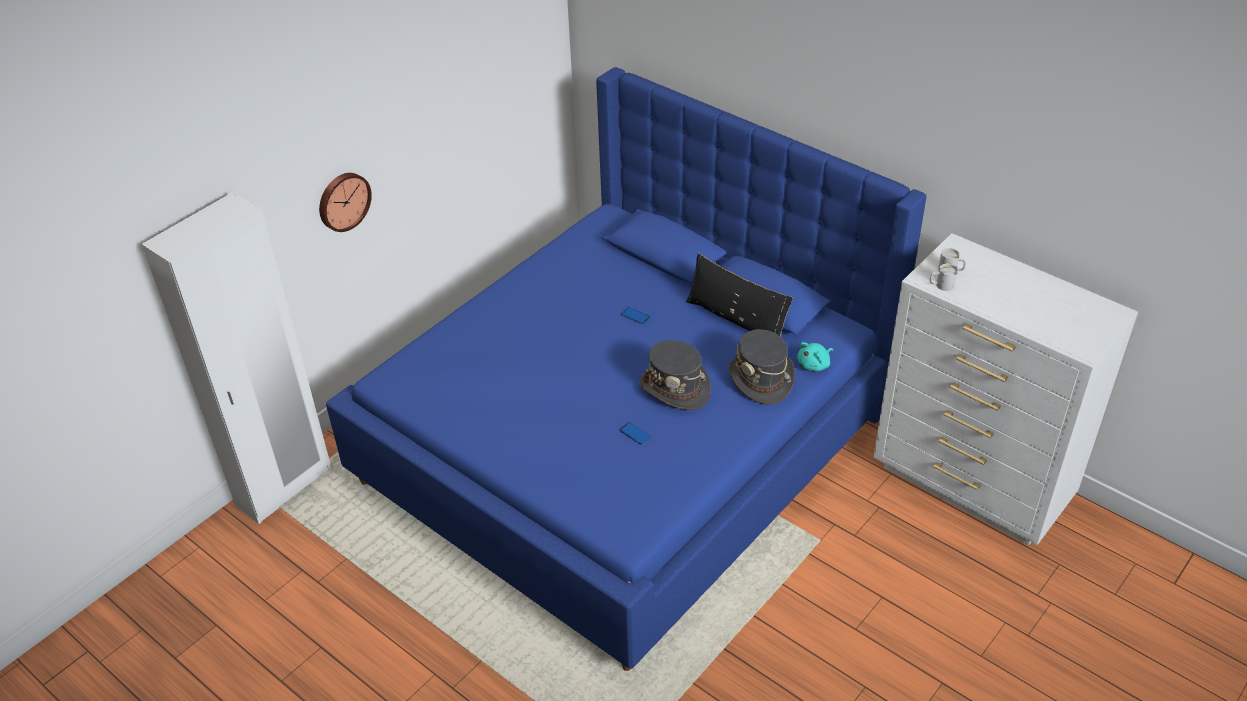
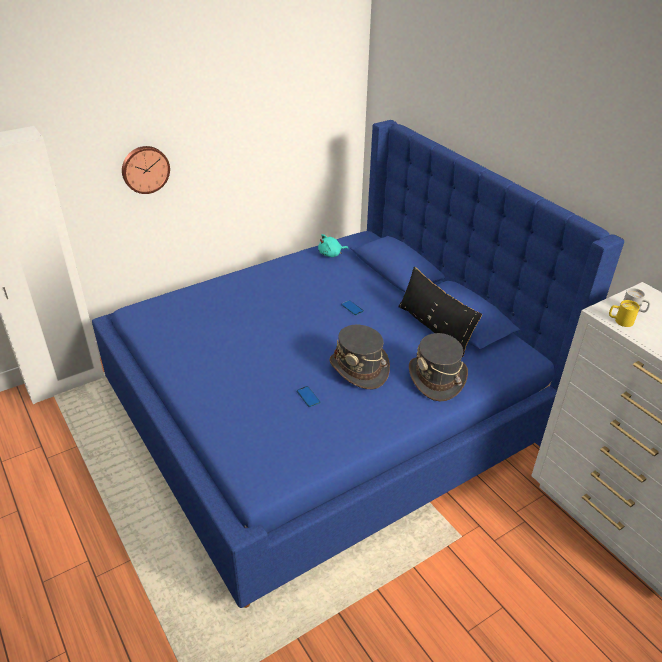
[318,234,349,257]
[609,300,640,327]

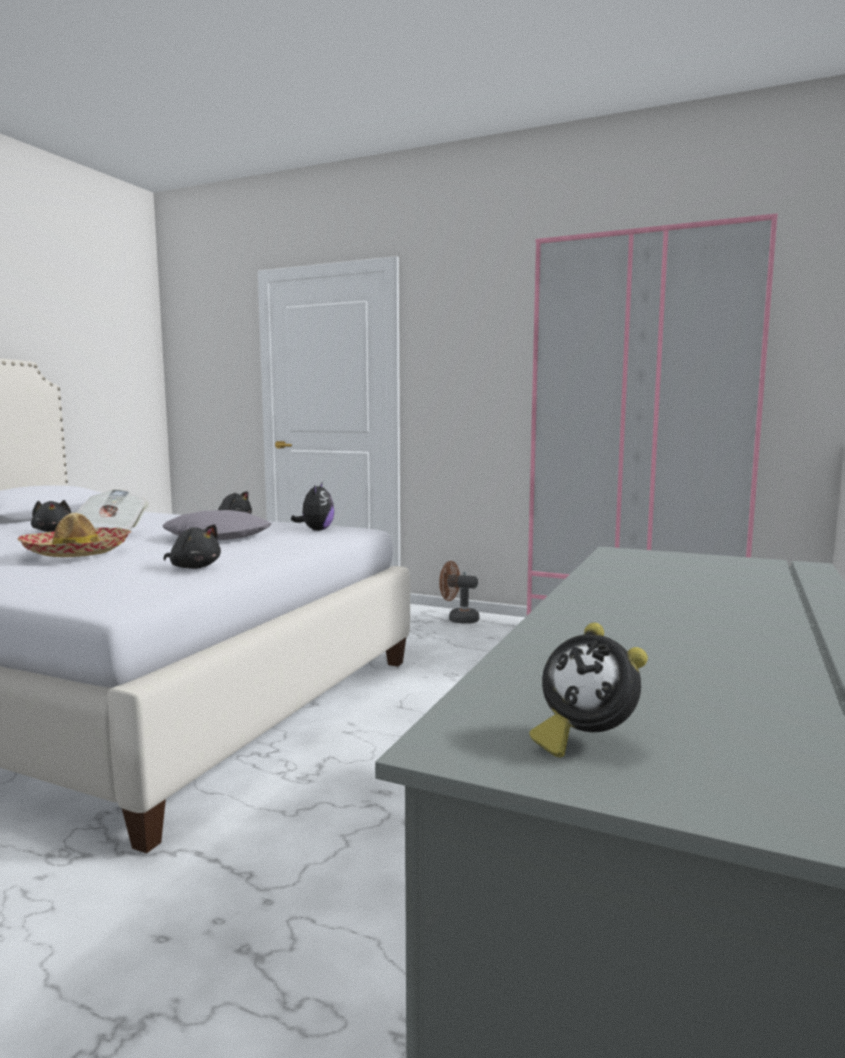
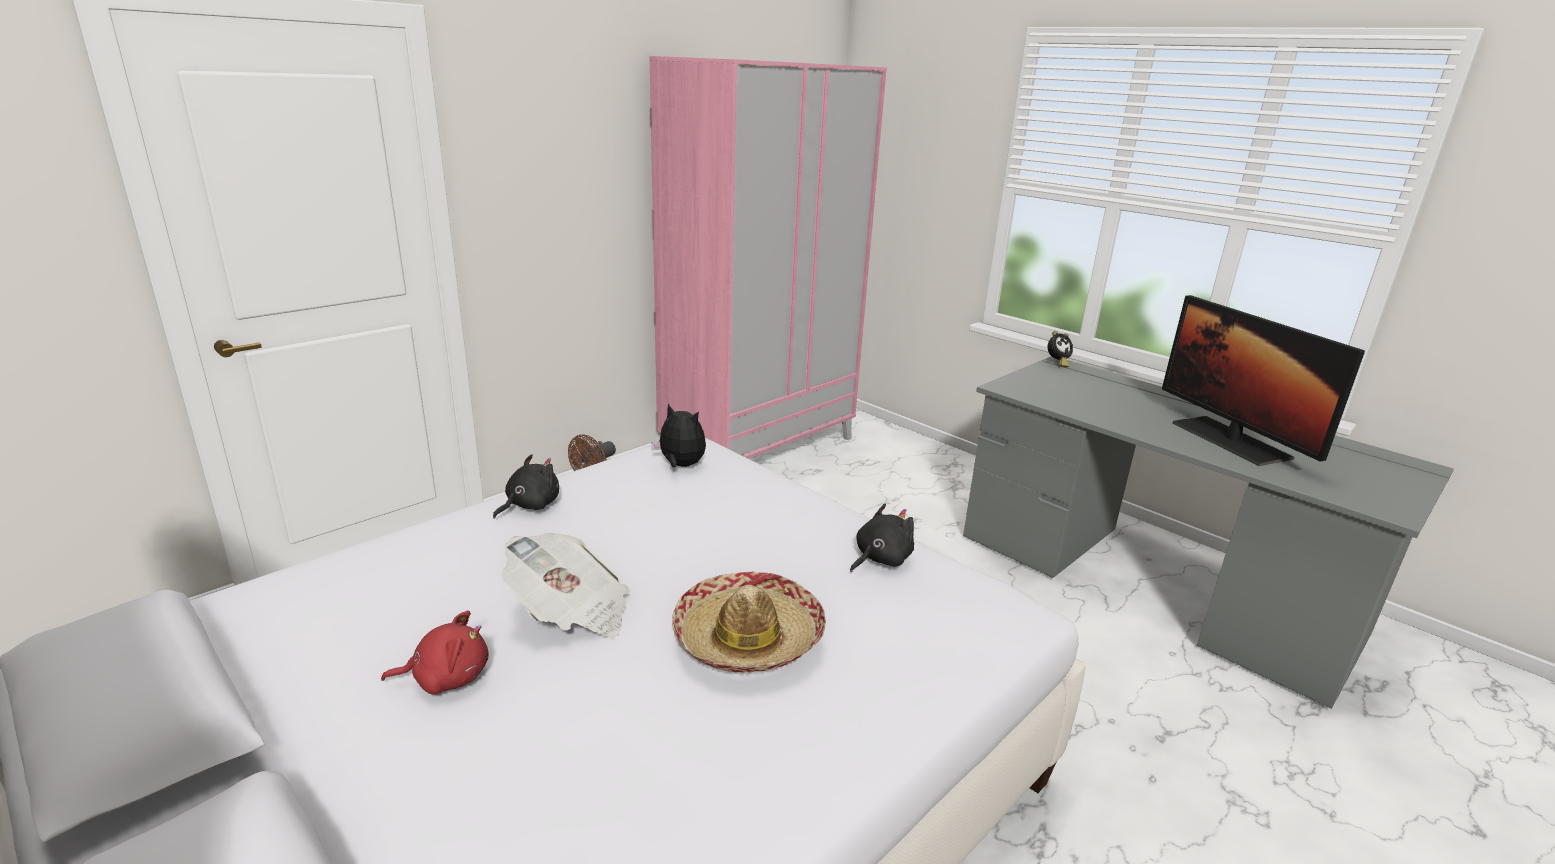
[381,610,488,695]
[1048,331,1073,368]
[1162,295,1365,466]
[163,510,271,540] (first image)

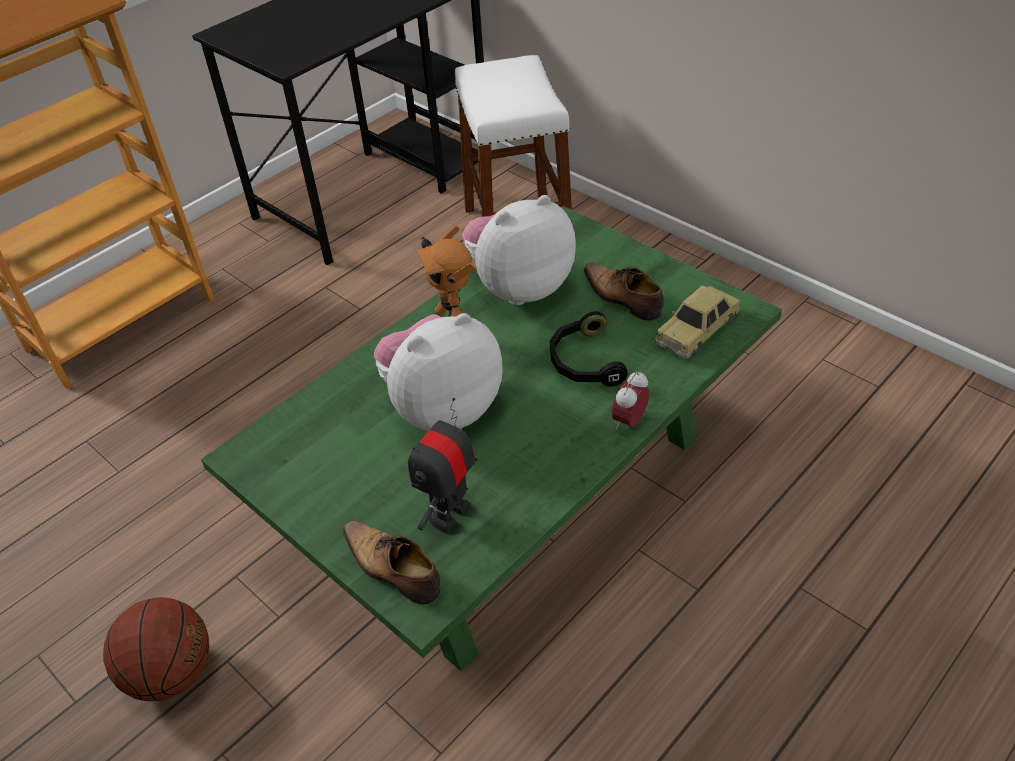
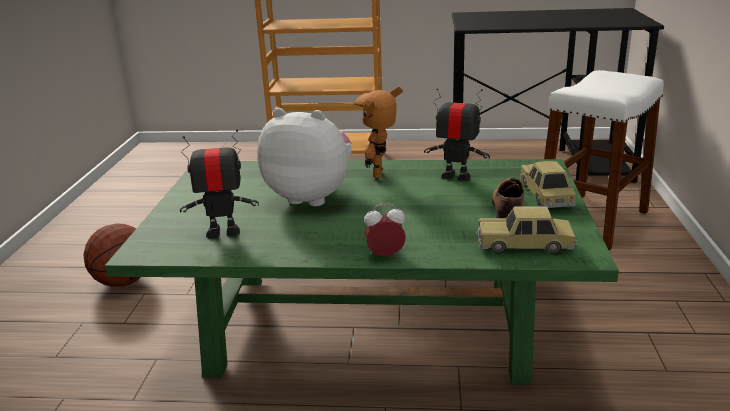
[424,88,490,181]
[520,161,576,208]
[343,520,440,605] (first image)
[550,311,628,387] (first image)

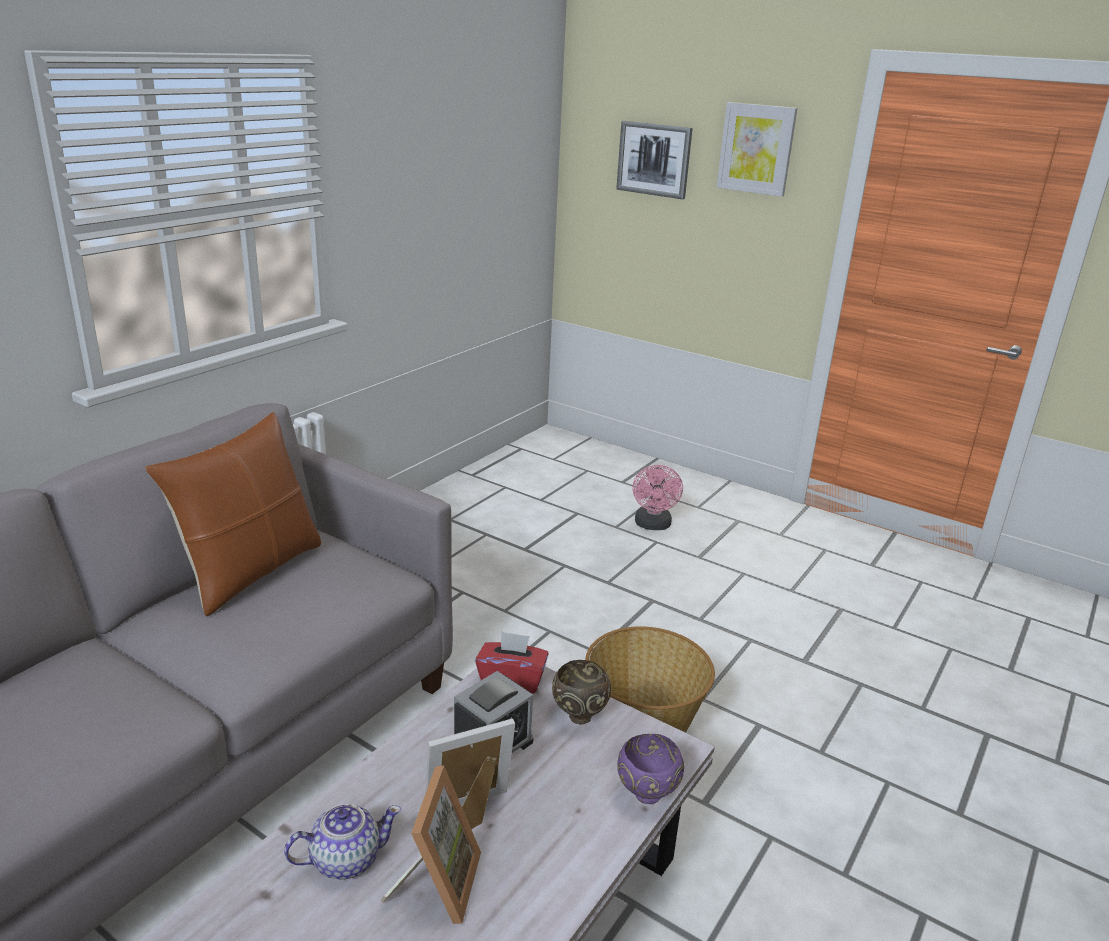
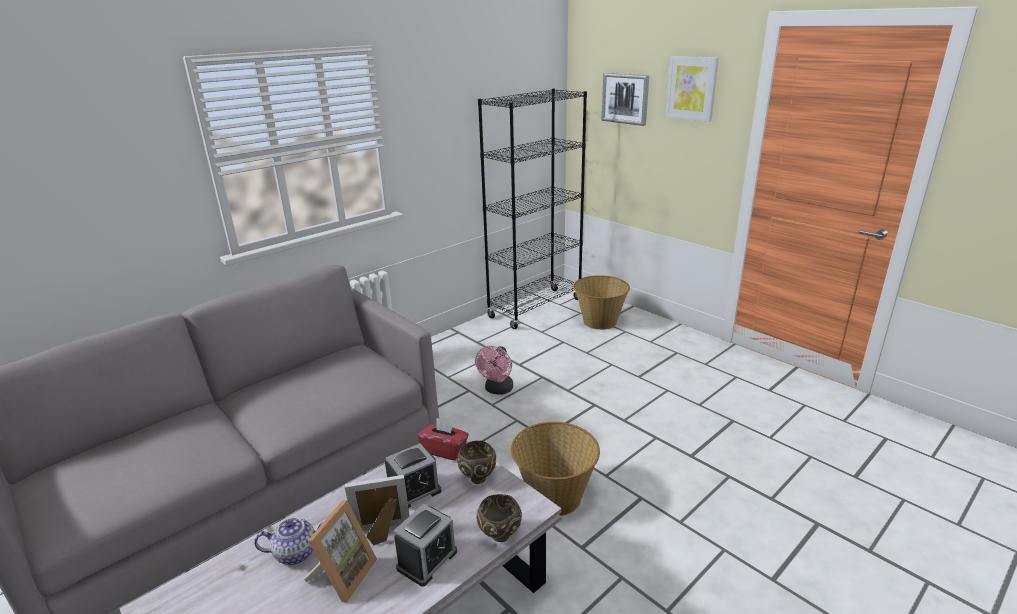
[393,504,457,586]
[475,346,513,395]
[476,494,522,542]
[478,88,587,329]
[573,275,630,330]
[145,412,321,616] (first image)

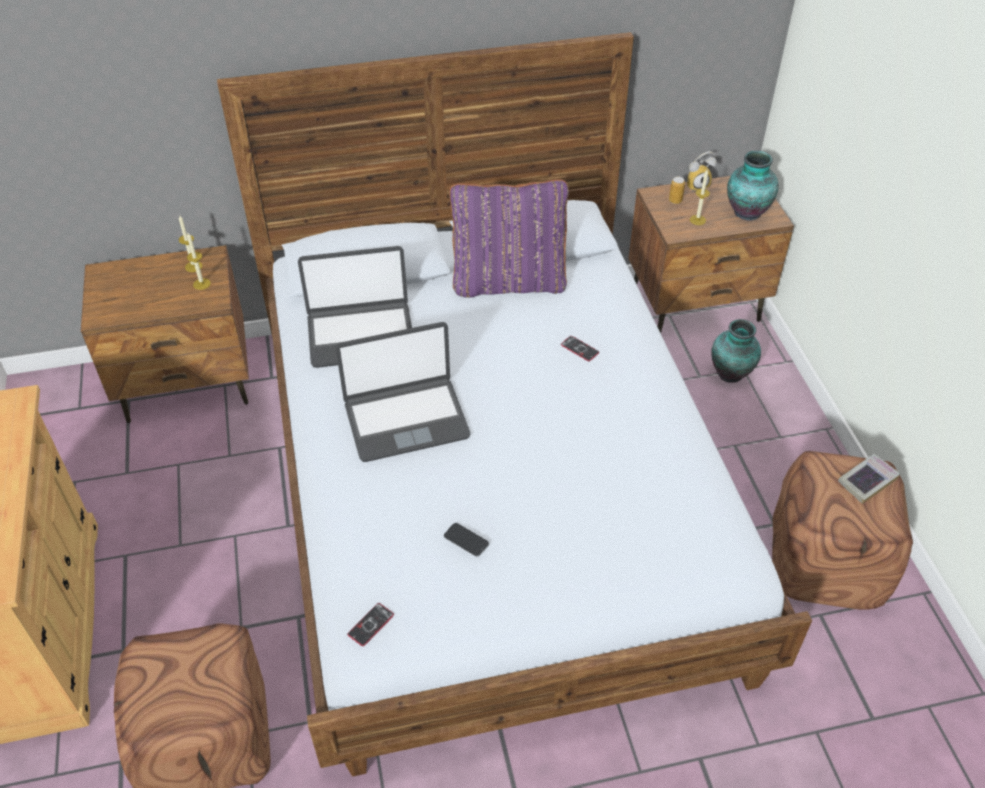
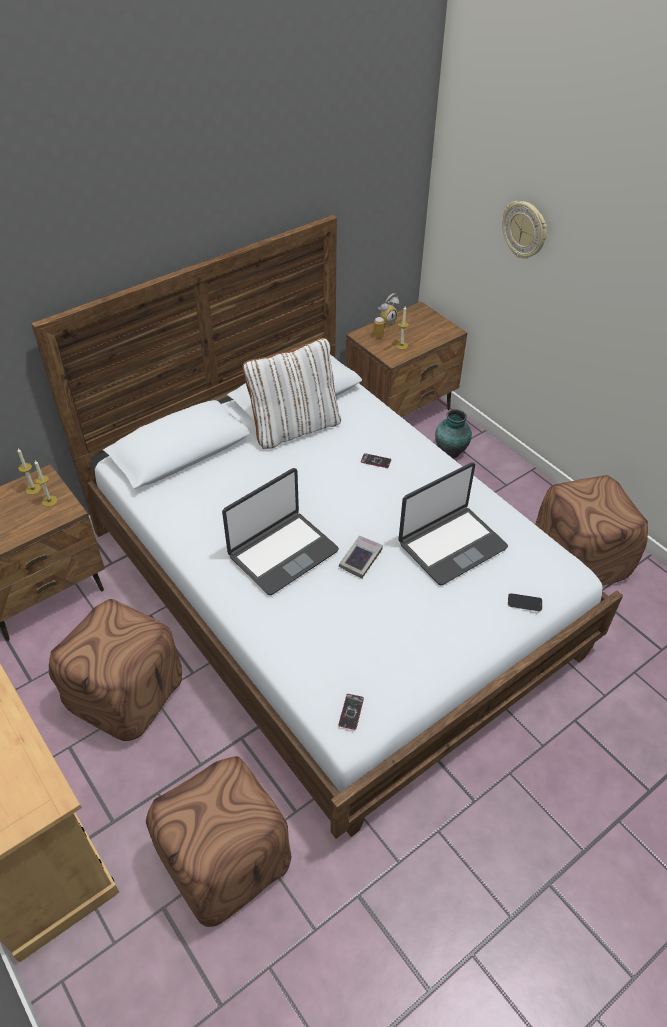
[49,599,182,741]
[243,338,341,449]
[339,536,383,578]
[398,462,508,585]
[502,201,547,259]
[508,593,542,611]
[727,151,779,221] (first image)

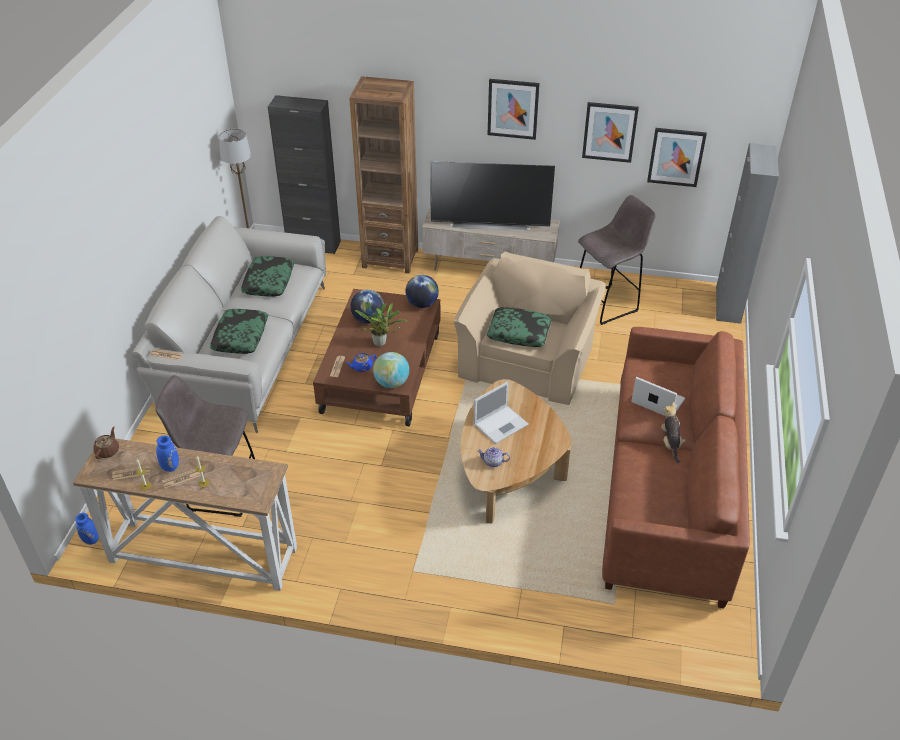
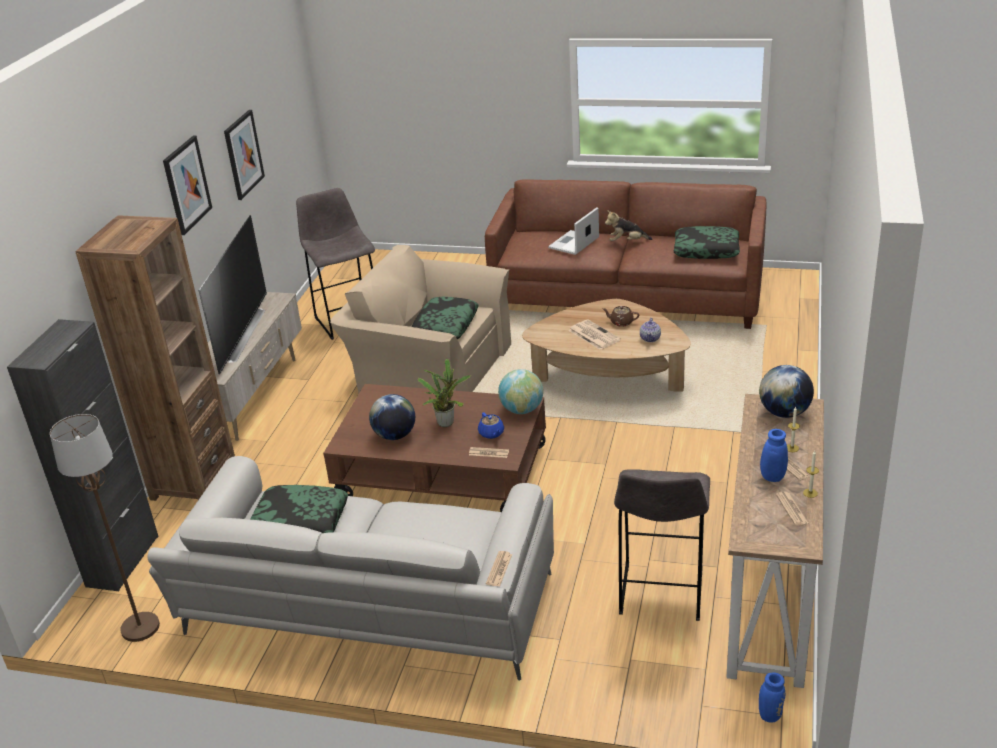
[568,320,621,350]
[602,306,639,327]
[674,226,740,259]
[759,365,814,418]
[647,128,707,187] (first image)
[716,143,779,324] (first image)

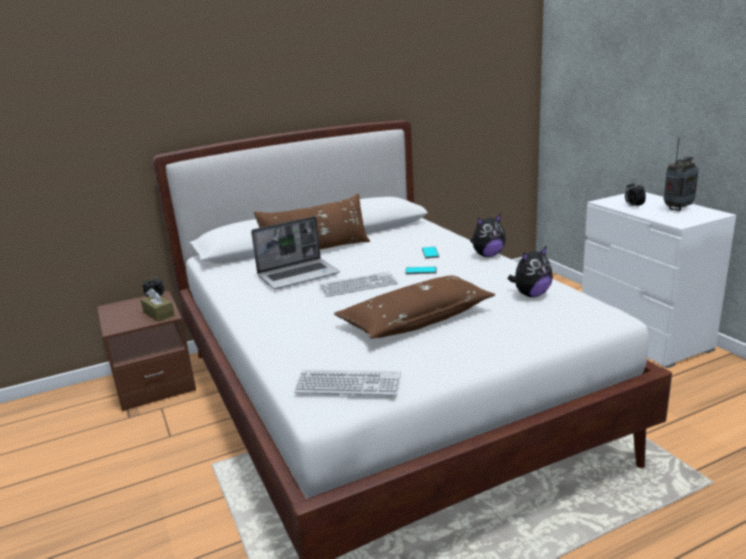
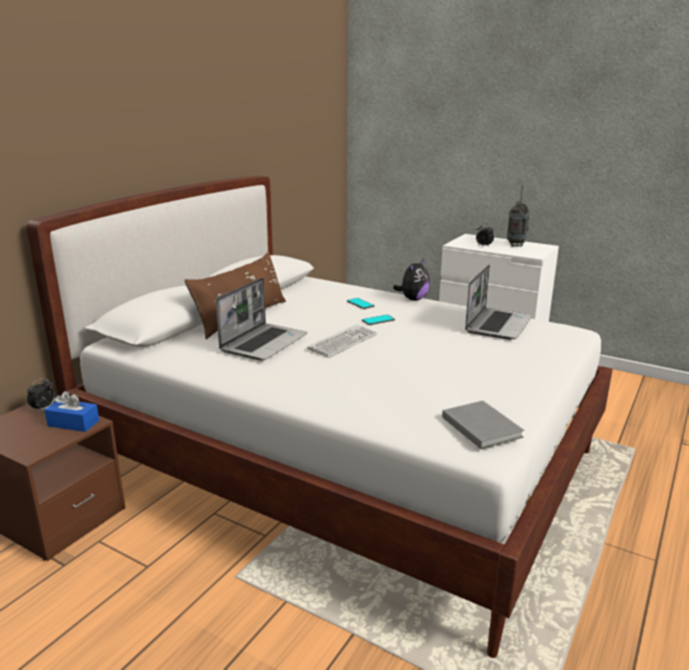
[45,391,99,432]
[442,401,524,449]
[465,265,532,340]
[334,275,495,339] (first image)

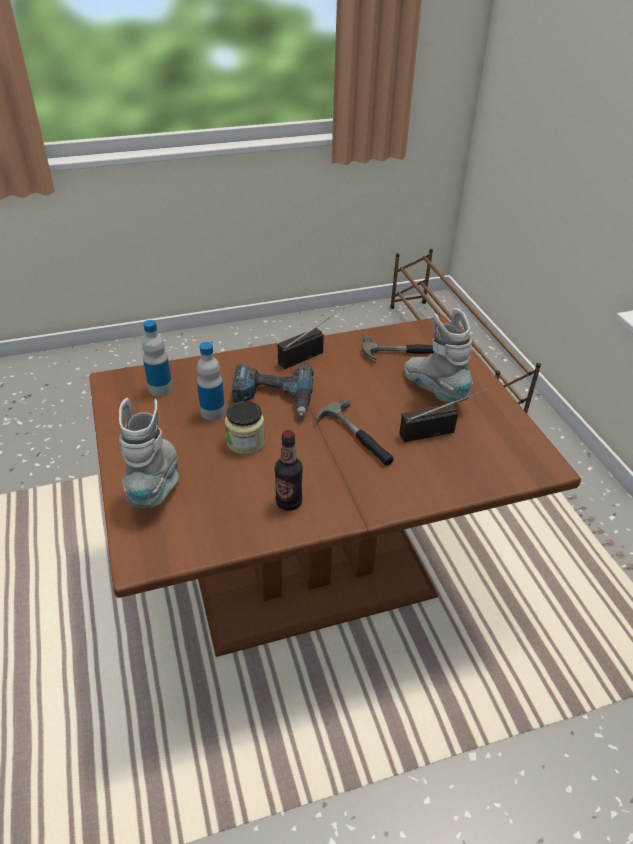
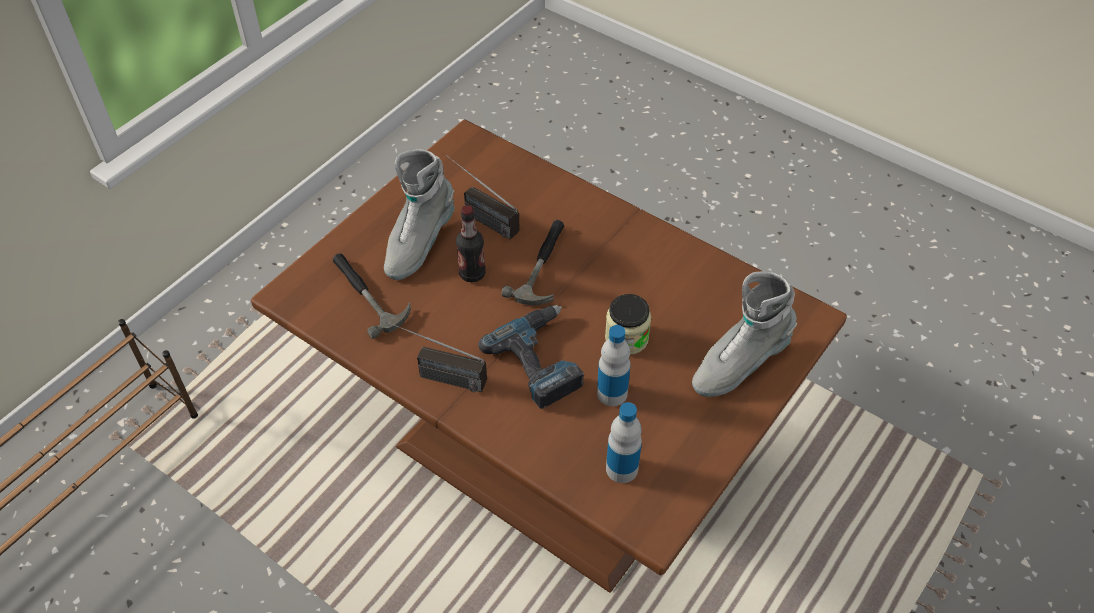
[456,205,486,282]

